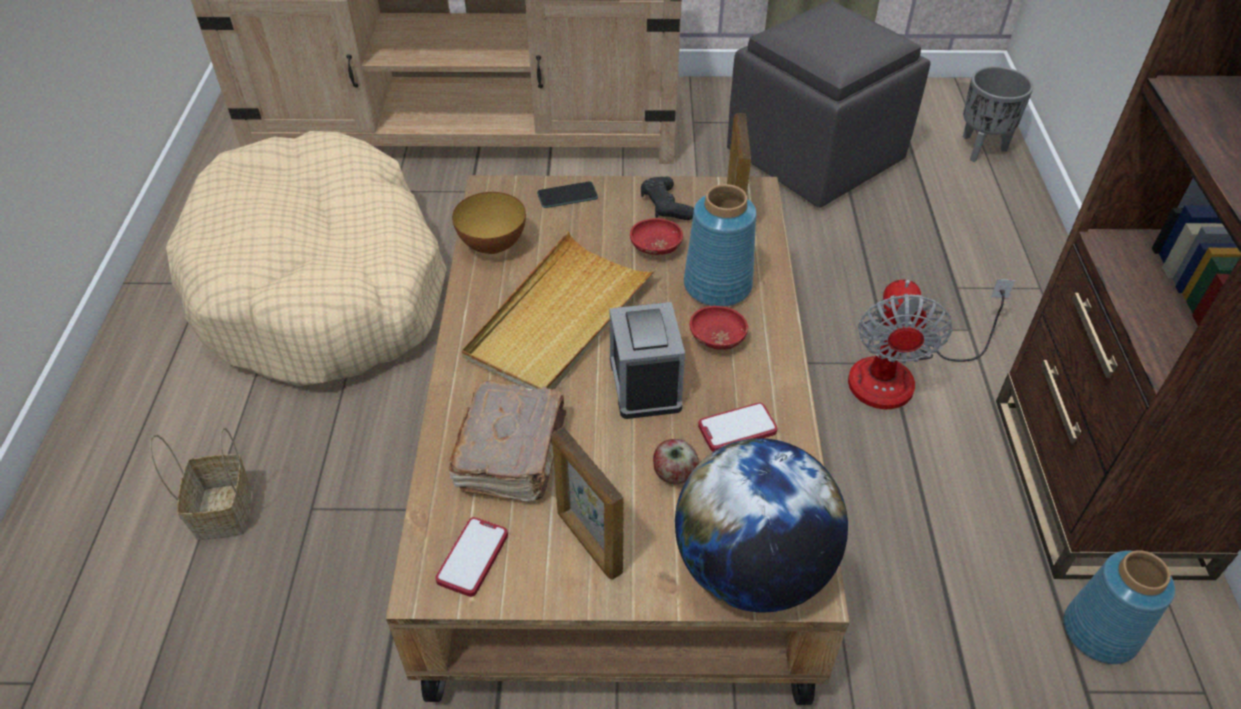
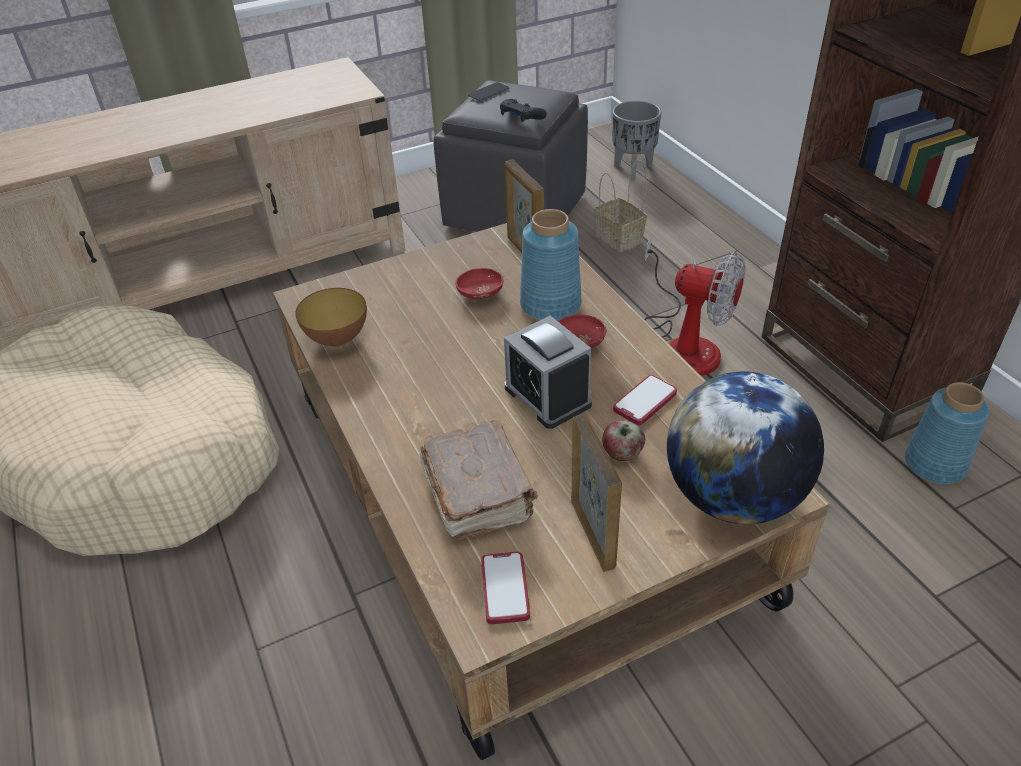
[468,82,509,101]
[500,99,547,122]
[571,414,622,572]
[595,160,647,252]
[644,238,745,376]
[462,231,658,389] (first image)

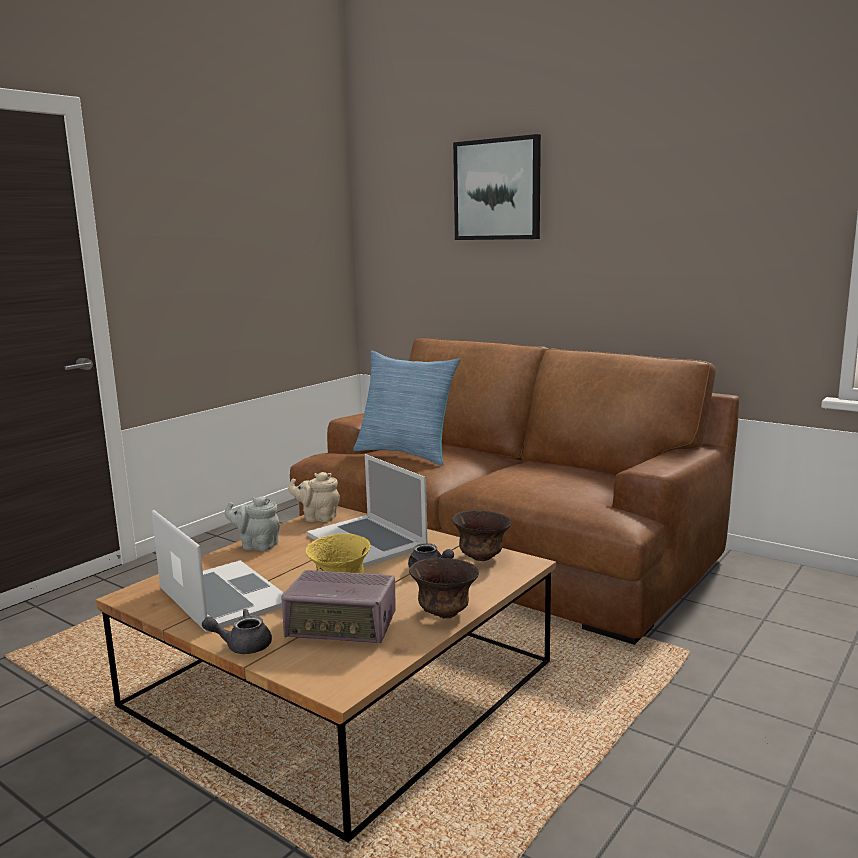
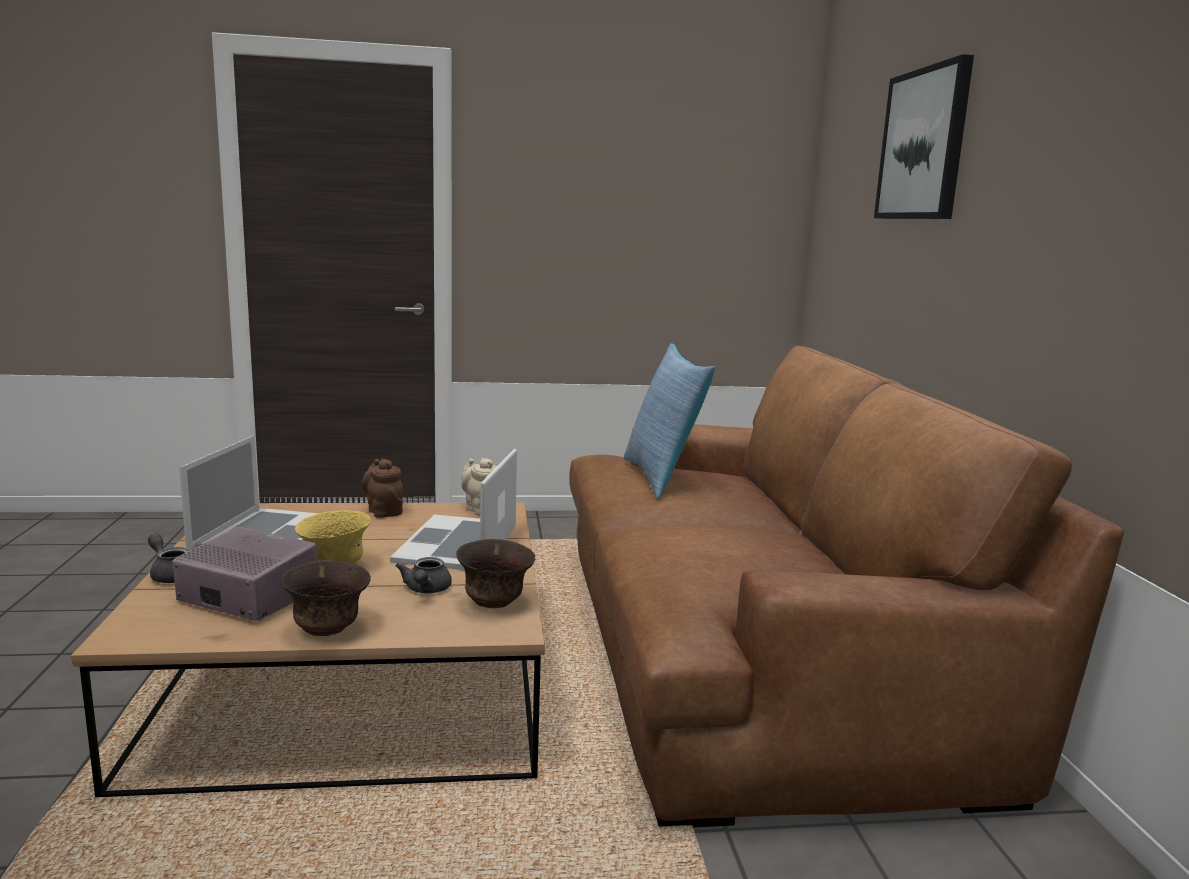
[172,527,317,621]
[361,458,403,518]

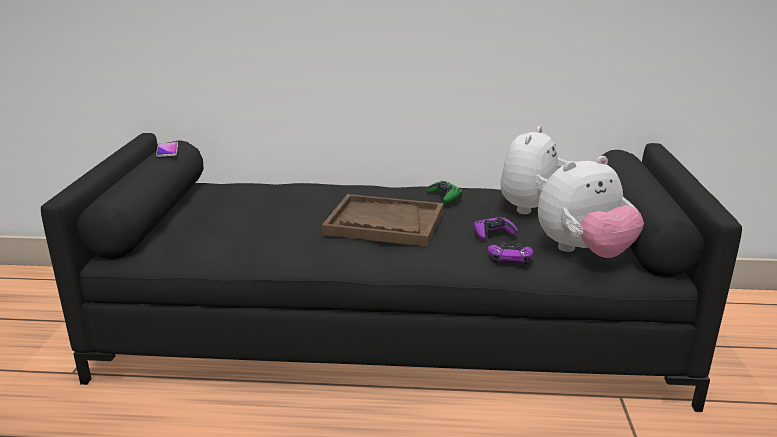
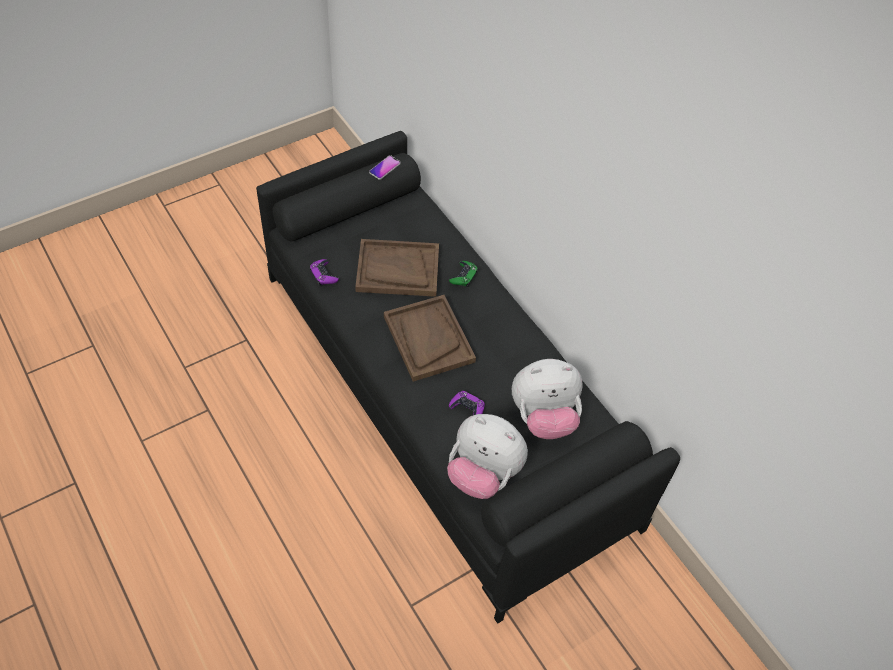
[310,259,339,286]
[355,239,439,297]
[449,261,478,287]

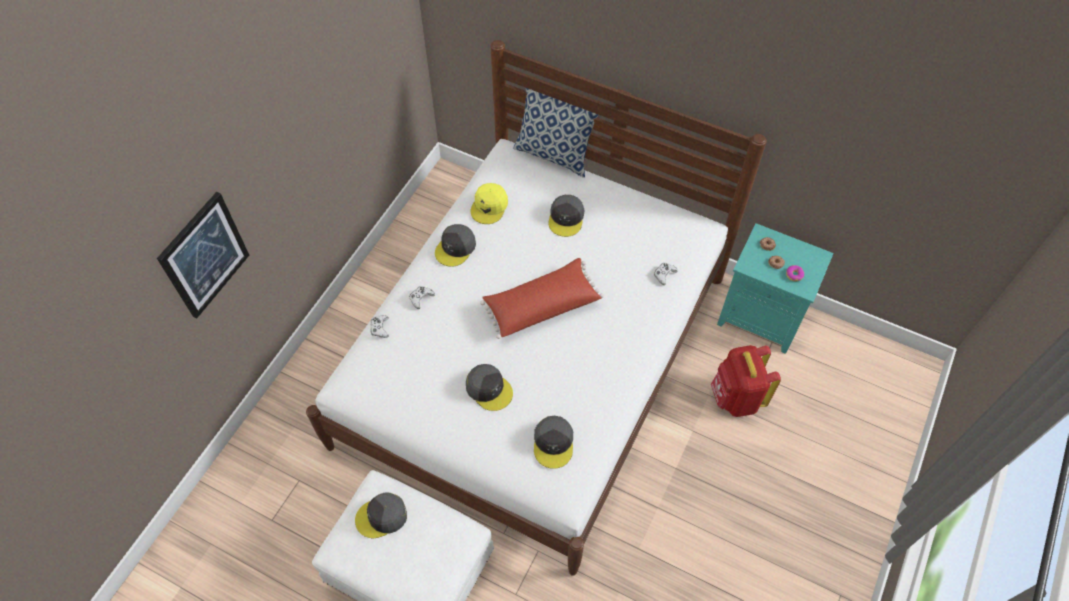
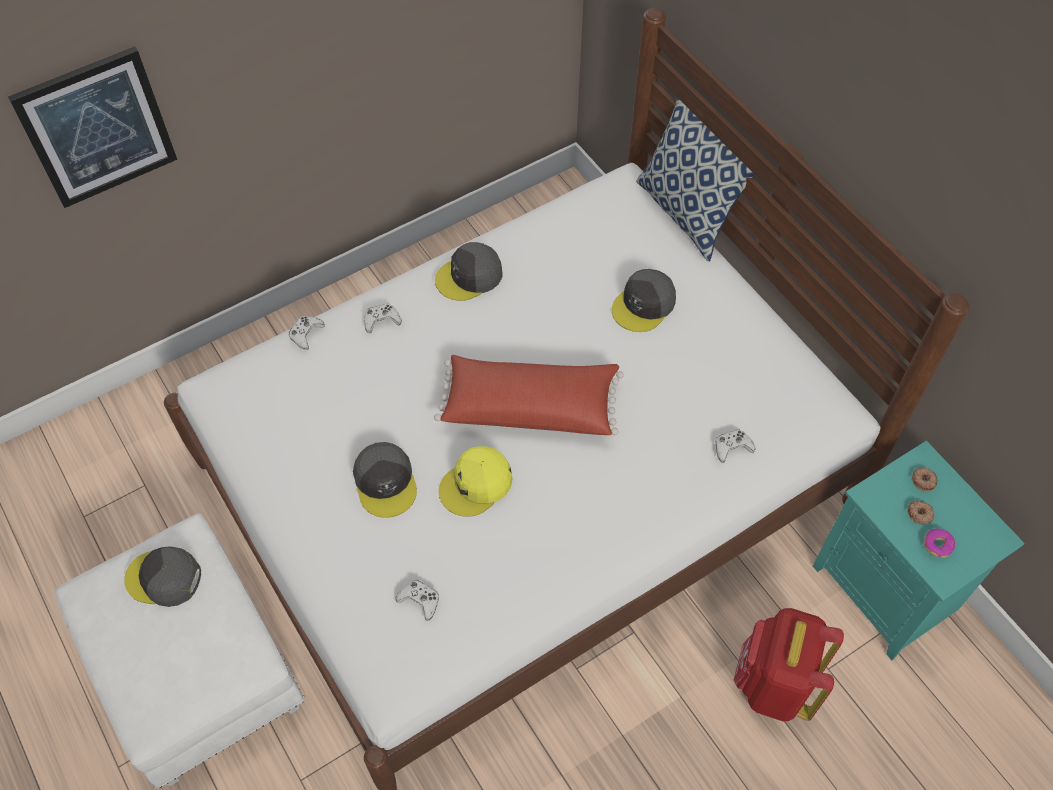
[396,580,439,621]
[439,446,513,517]

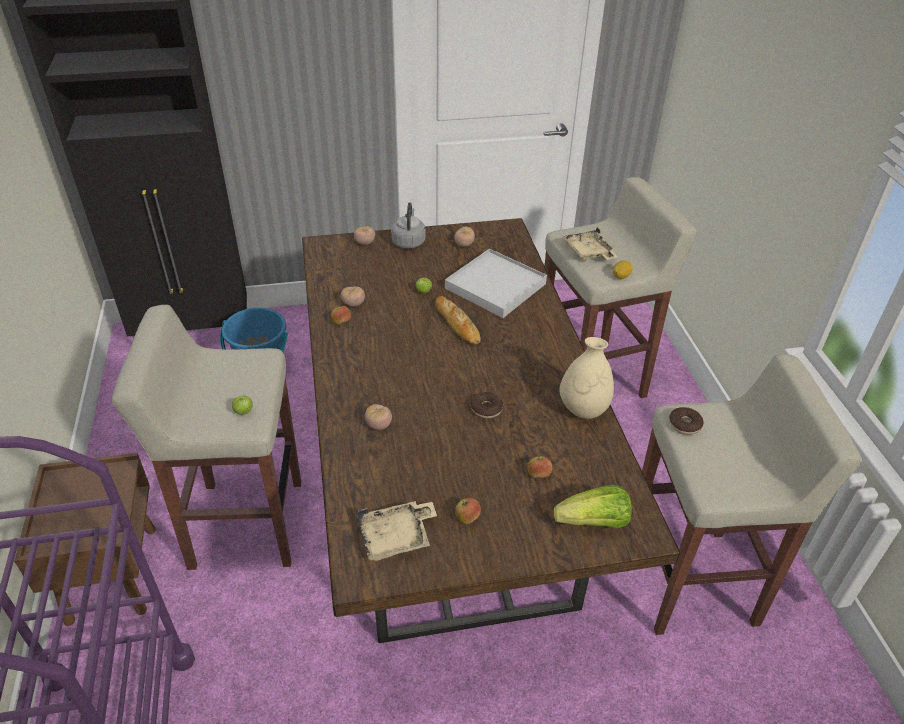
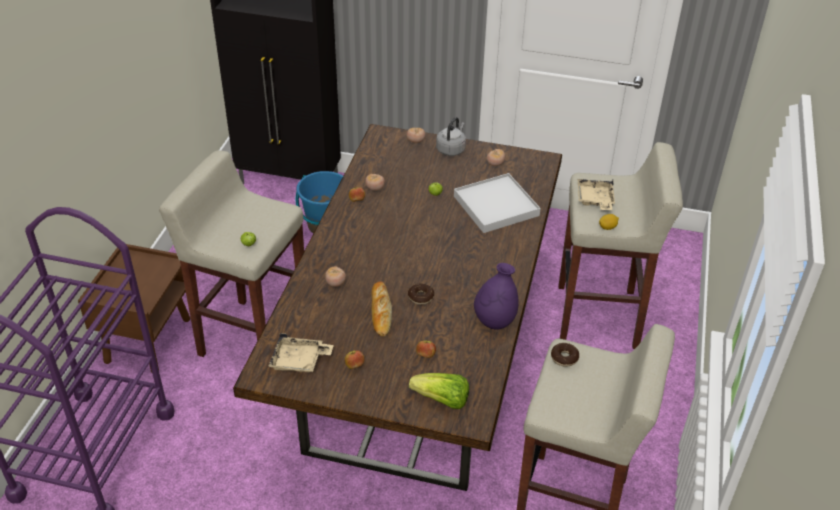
[371,281,392,337]
[474,263,519,330]

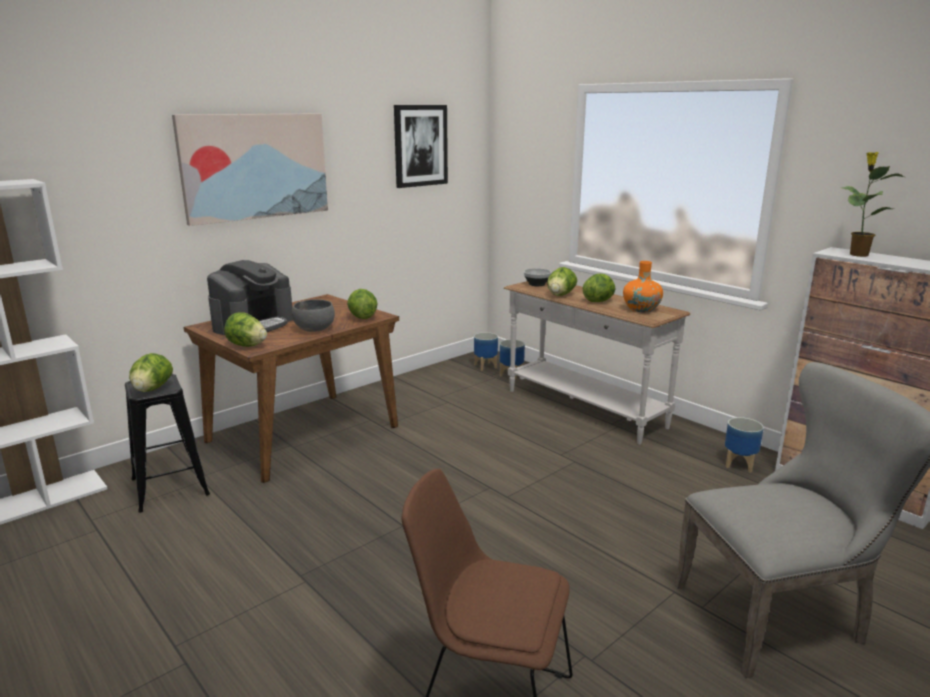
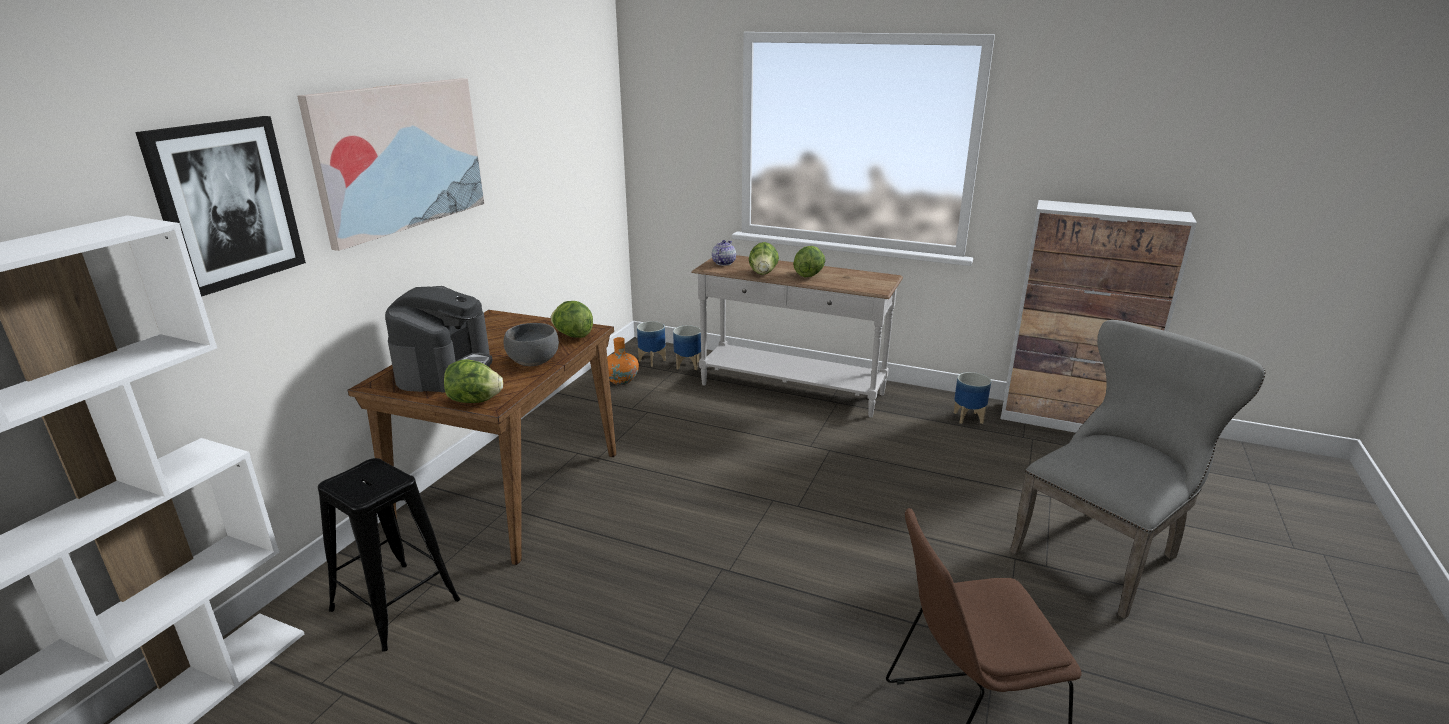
[135,116,306,297]
[607,337,639,385]
[712,240,736,266]
[129,353,173,392] (first image)
[842,152,904,257] (first image)

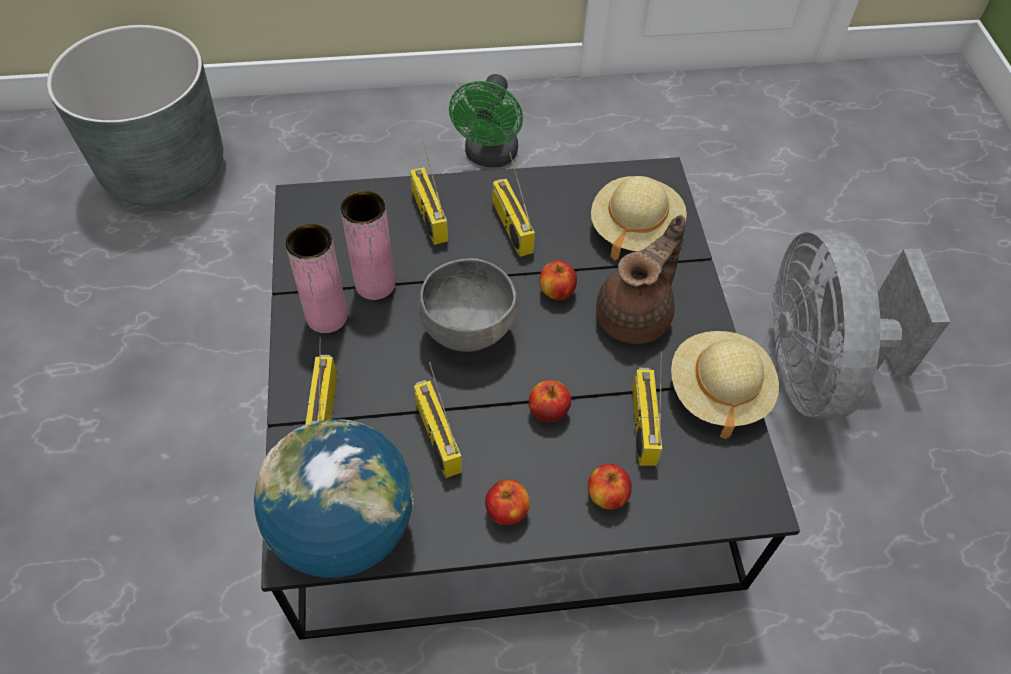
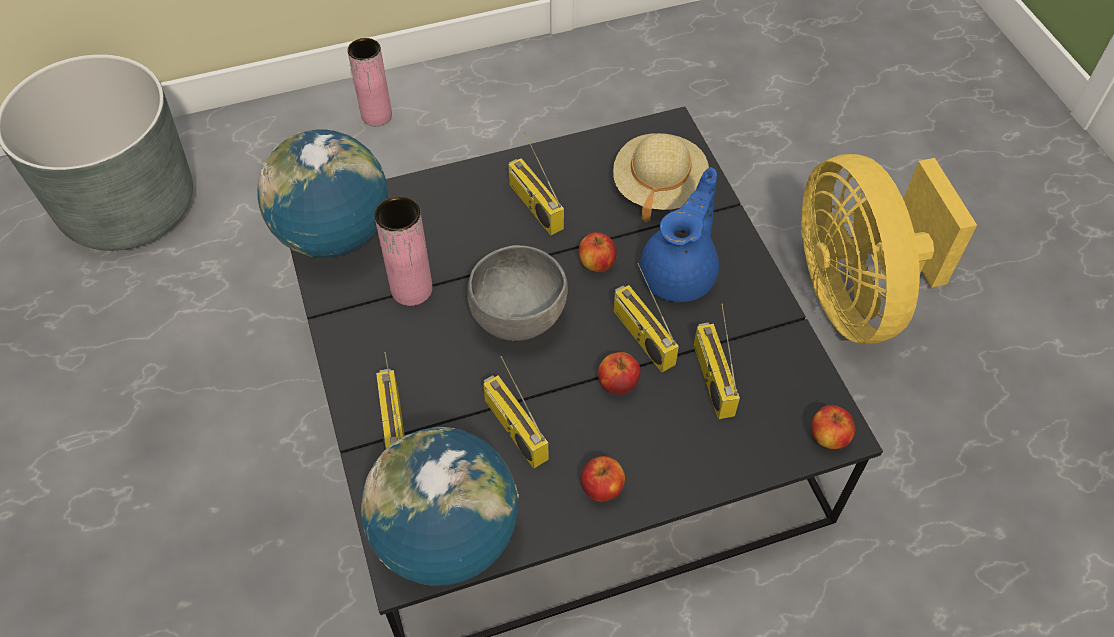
[257,129,388,258]
[347,38,392,126]
[614,263,679,372]
[640,167,719,302]
[801,154,977,343]
[811,405,855,449]
[449,74,523,167] (first image)
[671,331,779,439] (first image)

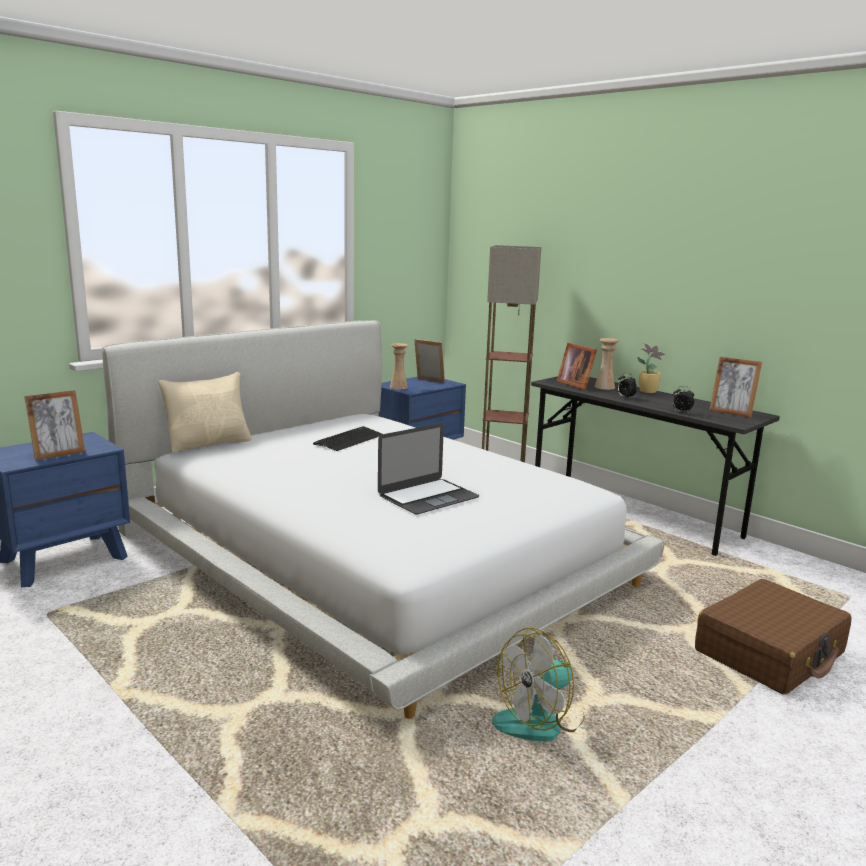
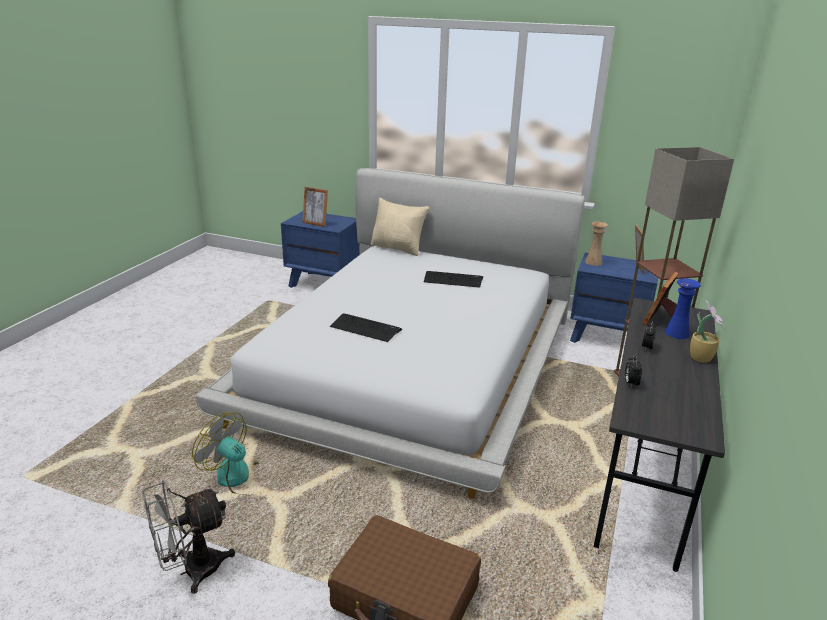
[142,480,235,594]
[330,313,402,342]
[665,278,701,339]
[709,357,762,418] (first image)

